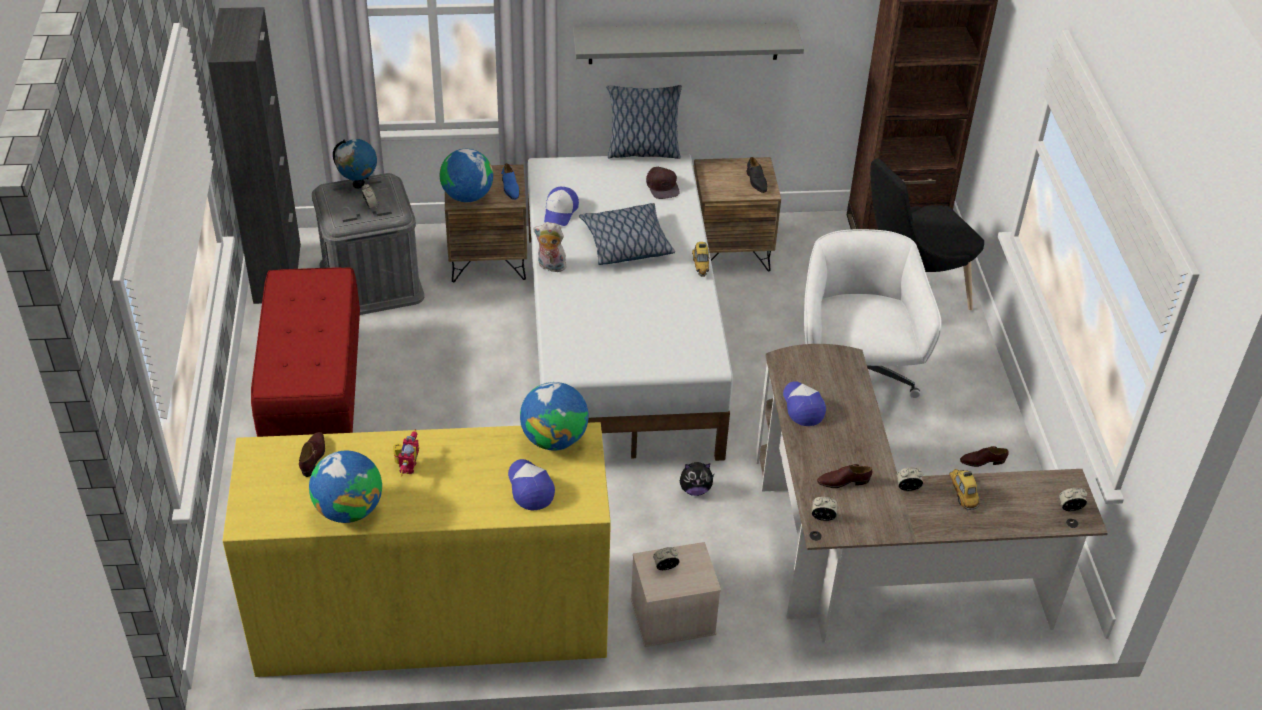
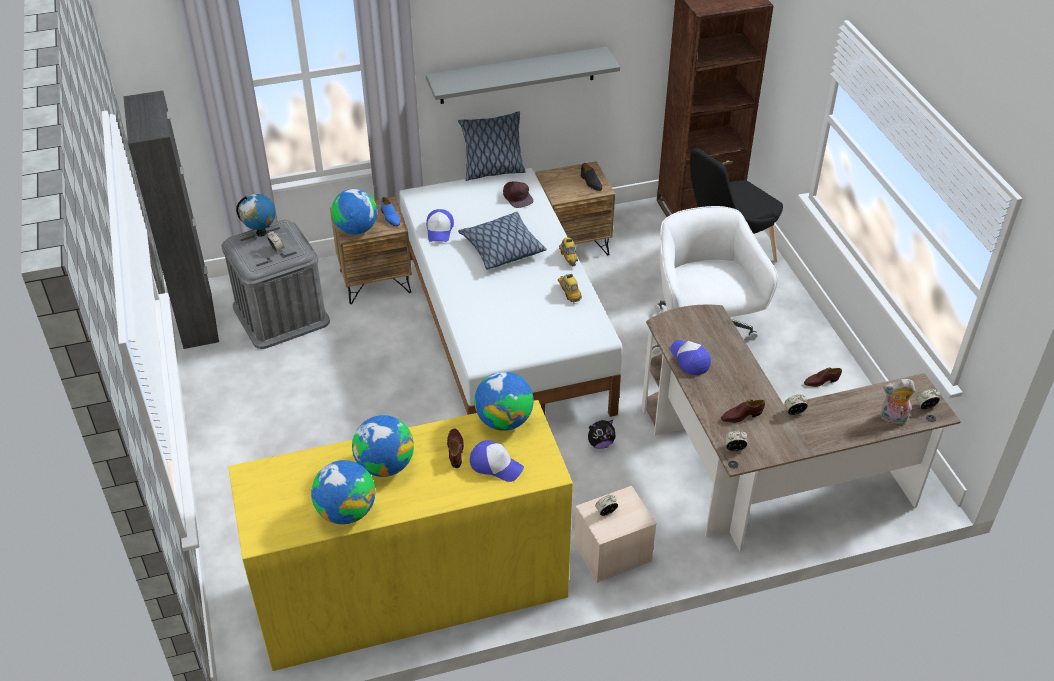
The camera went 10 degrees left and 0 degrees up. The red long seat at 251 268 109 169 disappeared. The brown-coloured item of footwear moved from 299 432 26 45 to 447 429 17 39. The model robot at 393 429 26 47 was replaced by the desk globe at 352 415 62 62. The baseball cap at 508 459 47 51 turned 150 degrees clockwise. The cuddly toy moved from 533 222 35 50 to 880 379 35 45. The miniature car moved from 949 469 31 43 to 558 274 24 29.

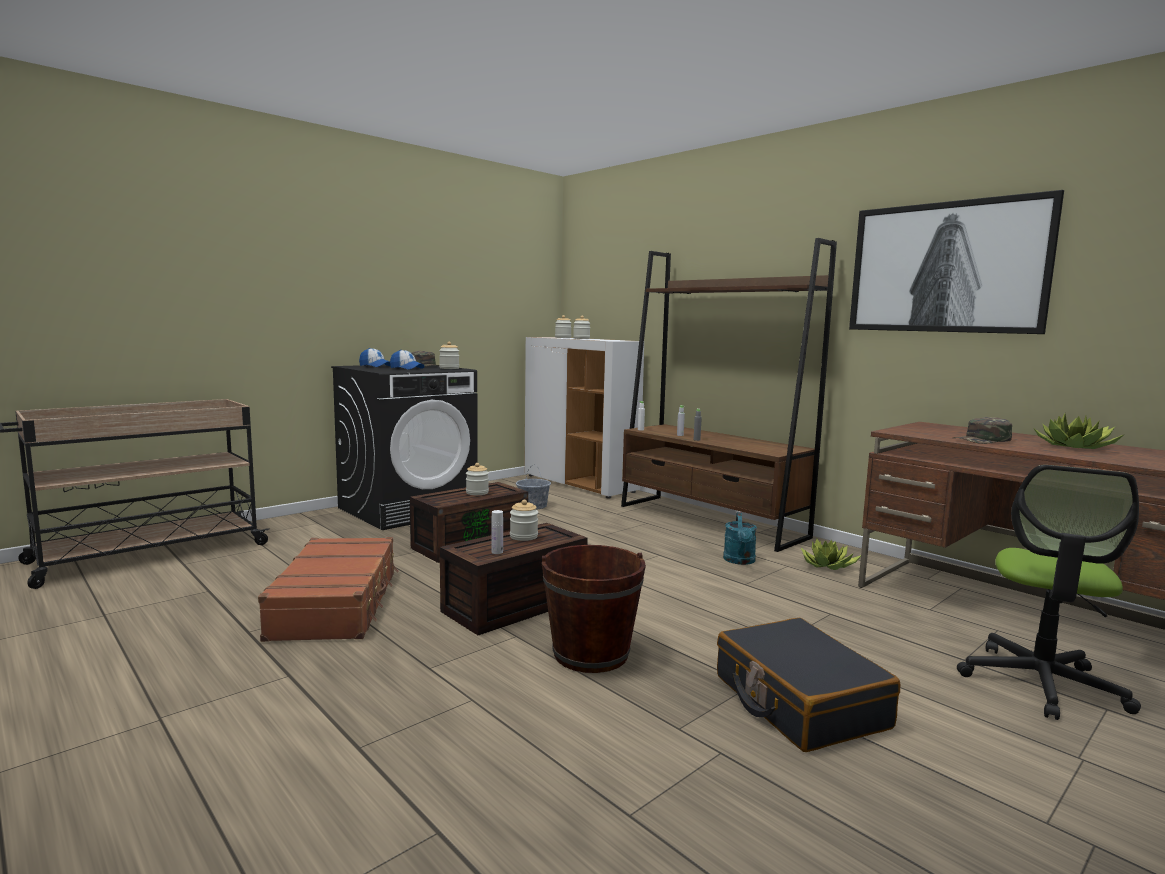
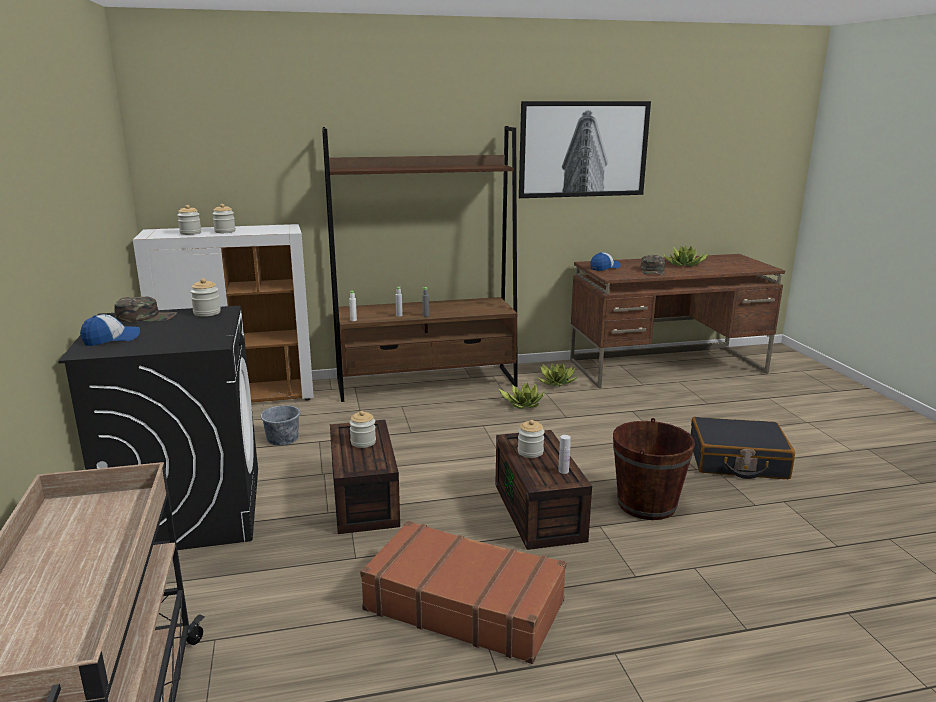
The camera went 60 degrees left and 10 degrees up. The baseball cap moved from 390 350 35 20 to 590 252 31 19. The turquoise watering can at 723 512 34 53 was replaced by the plant in a pot at 498 383 48 26. The computer chair at 957 465 184 255 disappeared.

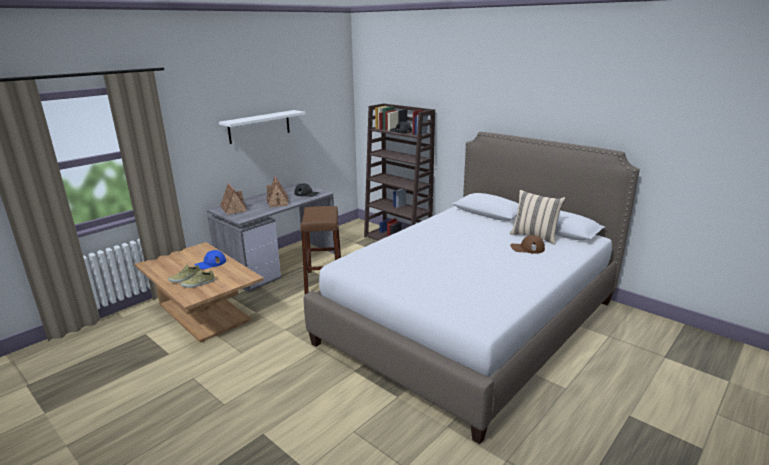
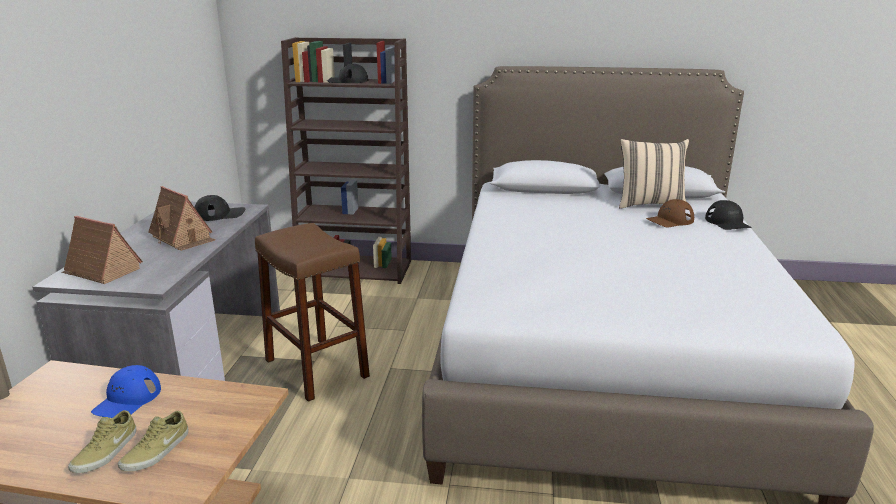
The camera went 35 degrees left and 0 degrees up. The white-coloured shelf at 219 110 86 34 disappeared. The black-coloured baseball cap at 705 200 47 30 appeared.

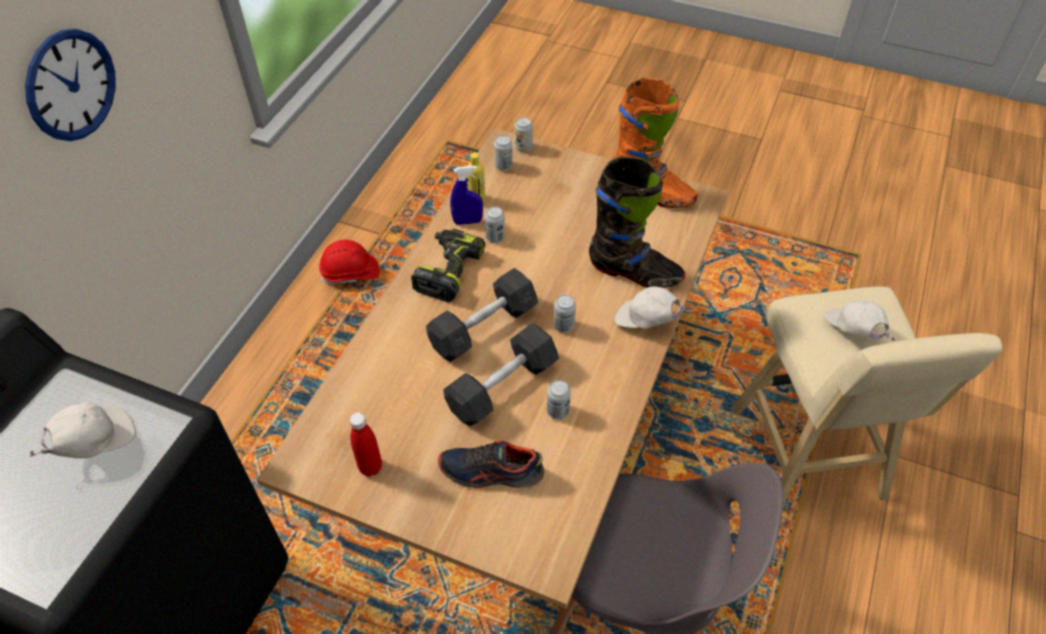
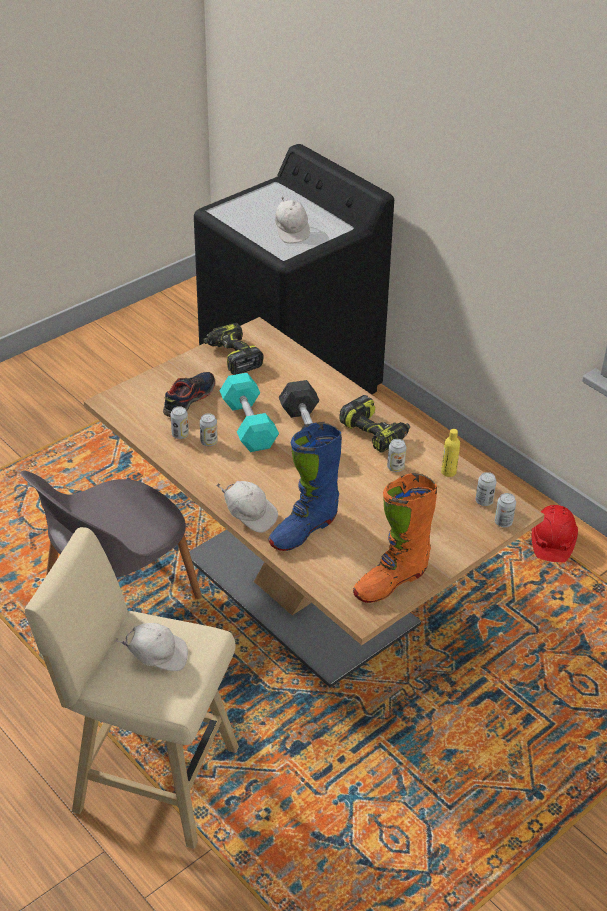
The camera went 115 degrees right and 10 degrees down. The wall clock at 25 29 91 112 disappeared. The red drink bottle at 349 412 33 64 was replaced by the power drill at 203 323 61 52. The grey dumbbell at 443 323 116 103 became the turquoise dumbbell at 220 373 59 79. The blue-coloured hand sprayer at 450 166 33 59 disappeared. The metal can moved from 554 295 22 38 to 171 406 18 33. The black-coloured tall boot at 589 157 96 131 became the blue-coloured tall boot at 268 422 74 129. The white-coloured baseball cap at 614 286 80 43 turned 75 degrees clockwise.

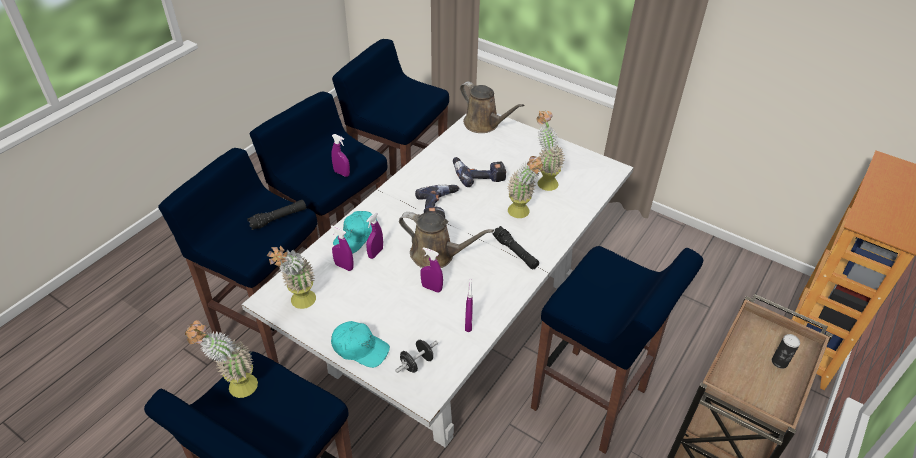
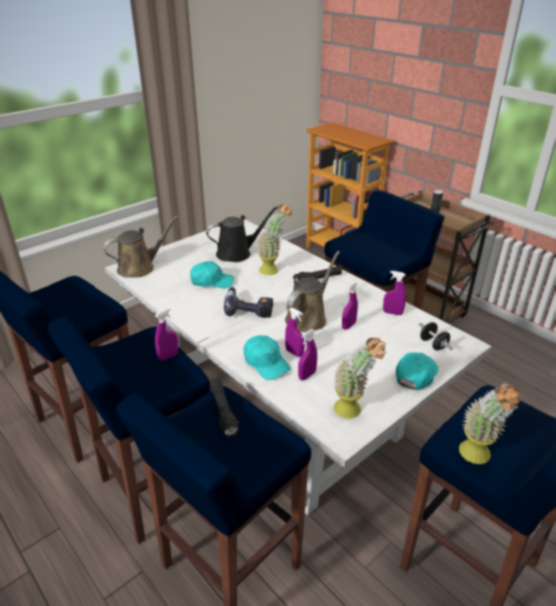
The camera went 75 degrees left and 10 degrees down. The power drill at 453 157 53 30 was replaced by the turquoise baseball cap at 190 261 44 27. The plant in a pot at 537 111 28 80 was replaced by the black-coloured watering can at 206 206 72 56.

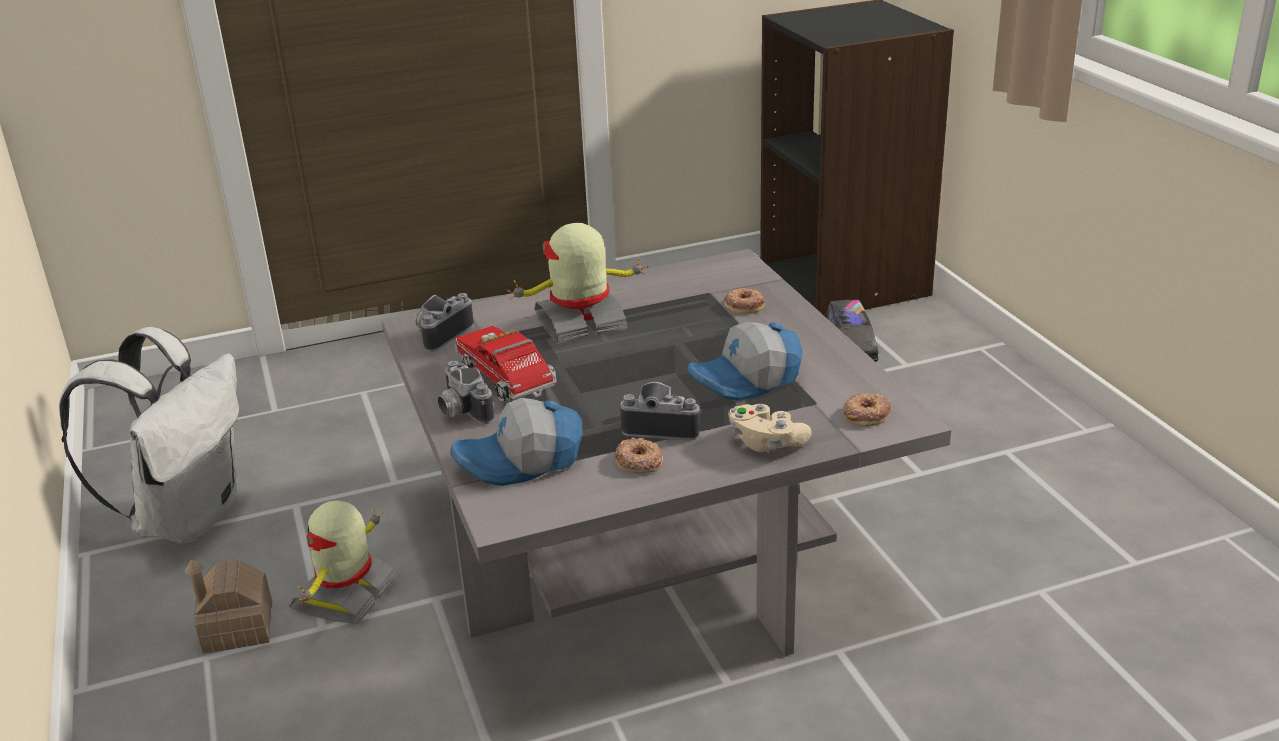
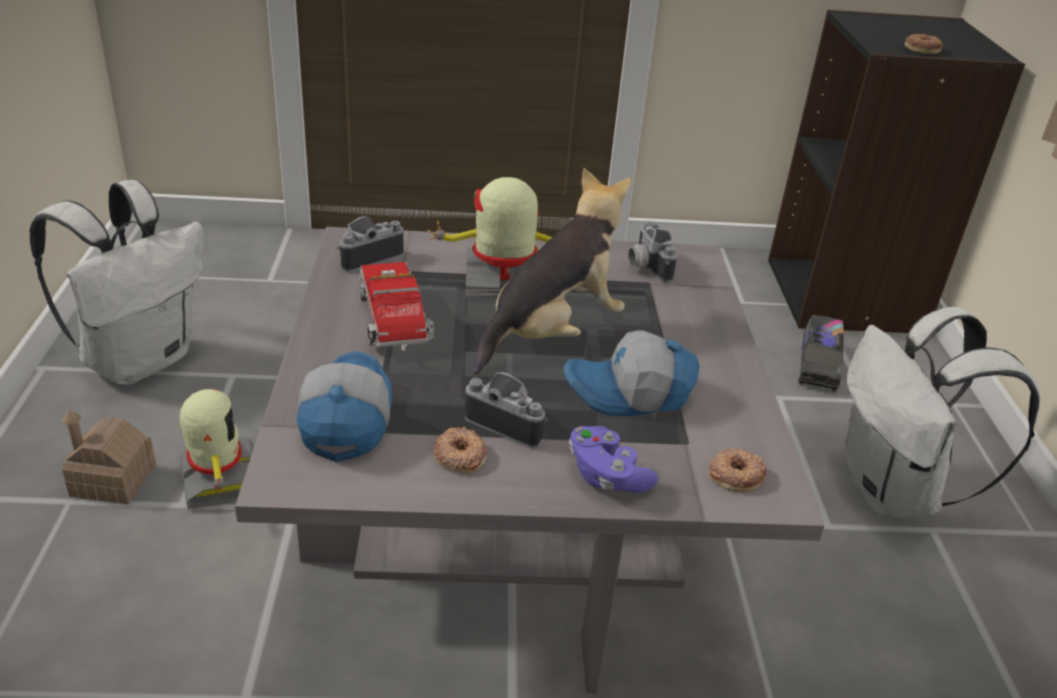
The camera went 15 degrees right and 5 degrees up. The model robot at 289 500 108 125 turned 120 degrees clockwise. The photo camera moved from 438 361 56 64 to 628 221 49 62. The baseball cap at 450 398 133 88 turned 90 degrees clockwise. The doughnut moved from 724 288 41 26 to 905 34 38 20. The sand-coloured game controller at 728 404 83 48 became the purple game controller at 569 426 89 67. The cuddly toy at 473 168 158 206 appeared. The white-coloured rucksack at 845 306 195 211 appeared.

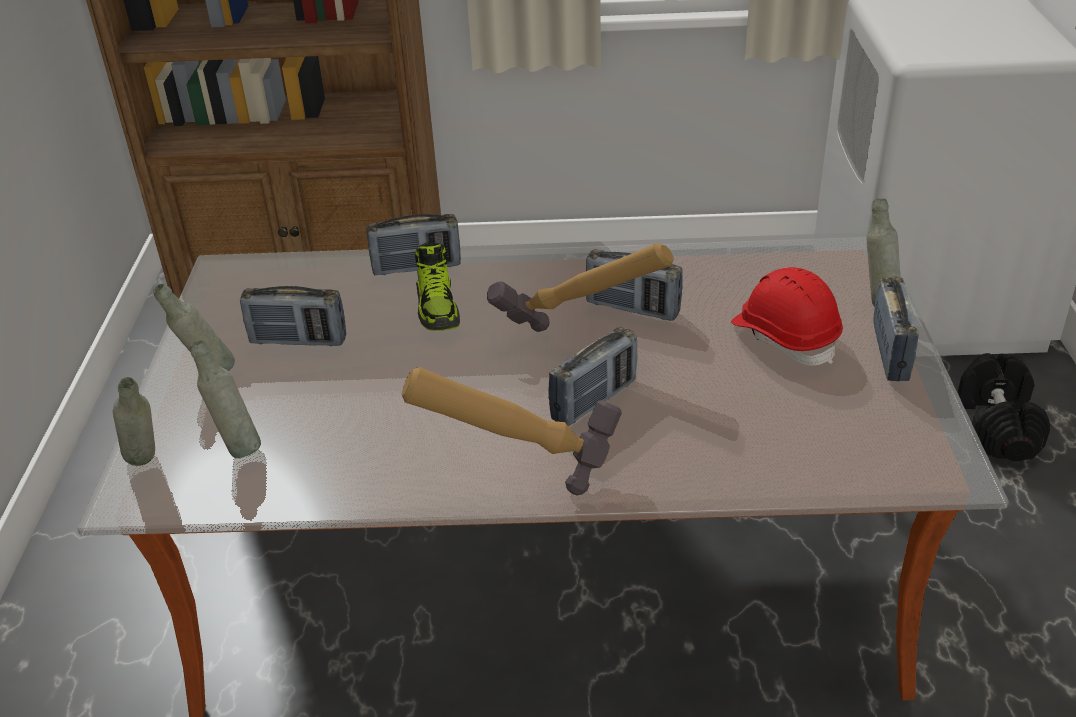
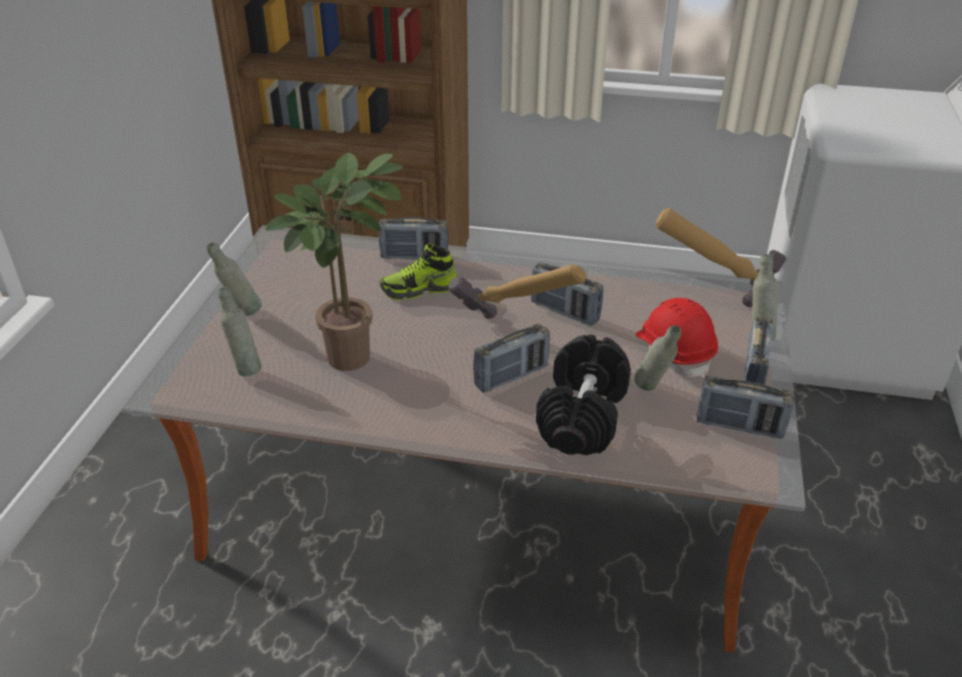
The camera went 10 degrees right and 0 degrees up. The grey drink bottle moved from 113 377 42 89 to 634 325 47 66. The radio set moved from 240 286 106 60 to 697 376 97 62. The hammer moved from 402 367 220 128 to 656 208 130 99. The item of footwear at 415 242 45 89 turned 75 degrees clockwise. The black-coloured dumbbell moved from 958 353 93 108 to 536 335 95 120. The plant in a pot at 266 153 137 218 appeared.

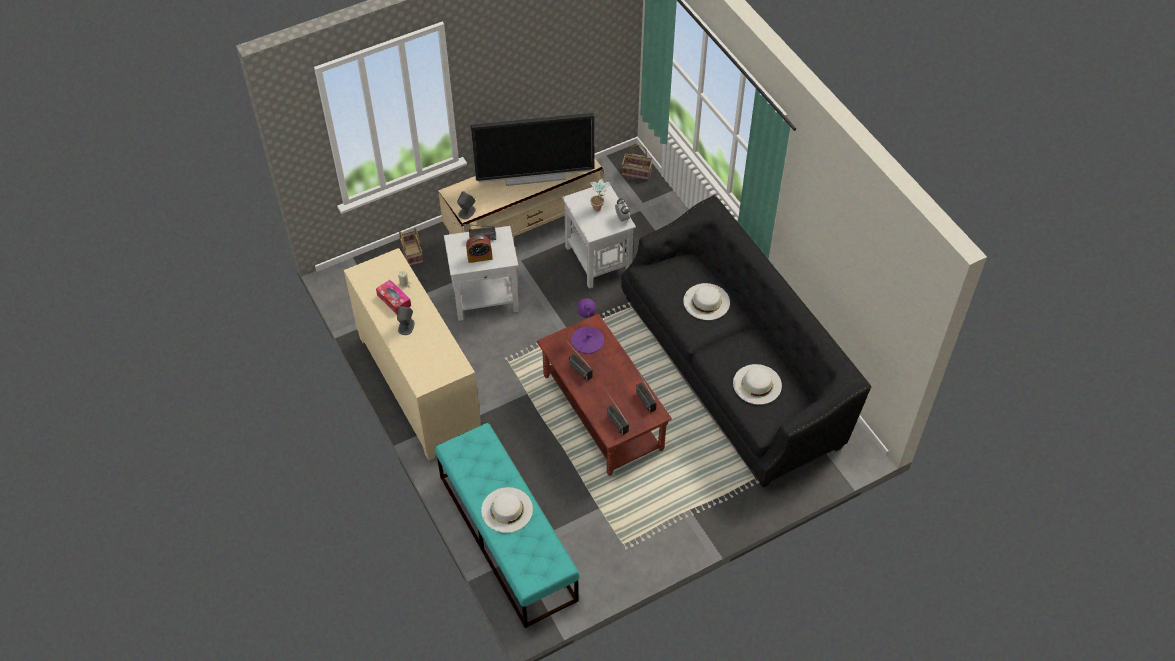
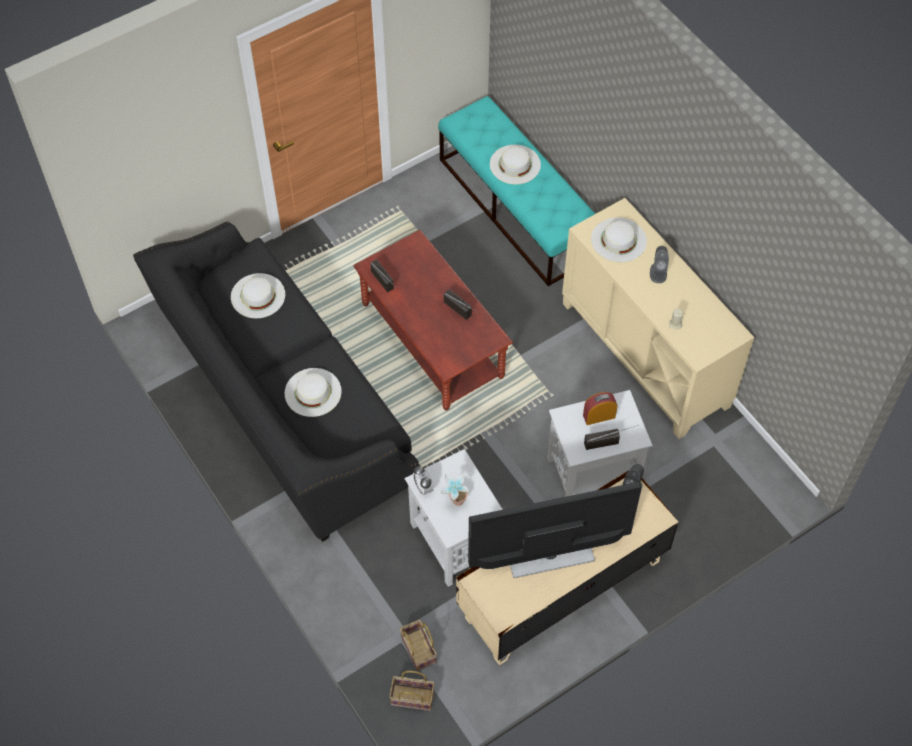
The camera went 175 degrees right and 5 degrees up. The tissue holder at 376 280 35 34 disappeared. The basket moved from 399 227 24 39 to 400 620 37 51. The purple lamp for a table at 571 298 33 56 disappeared. The radio set at 604 387 25 48 disappeared. The white-coloured clothing hat at 591 218 56 45 appeared.

